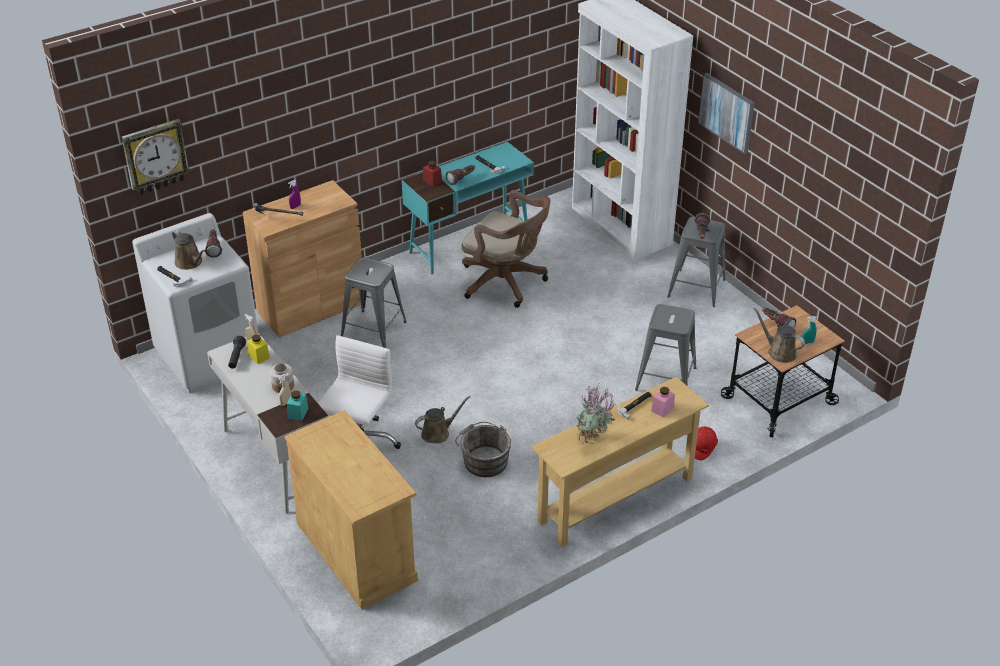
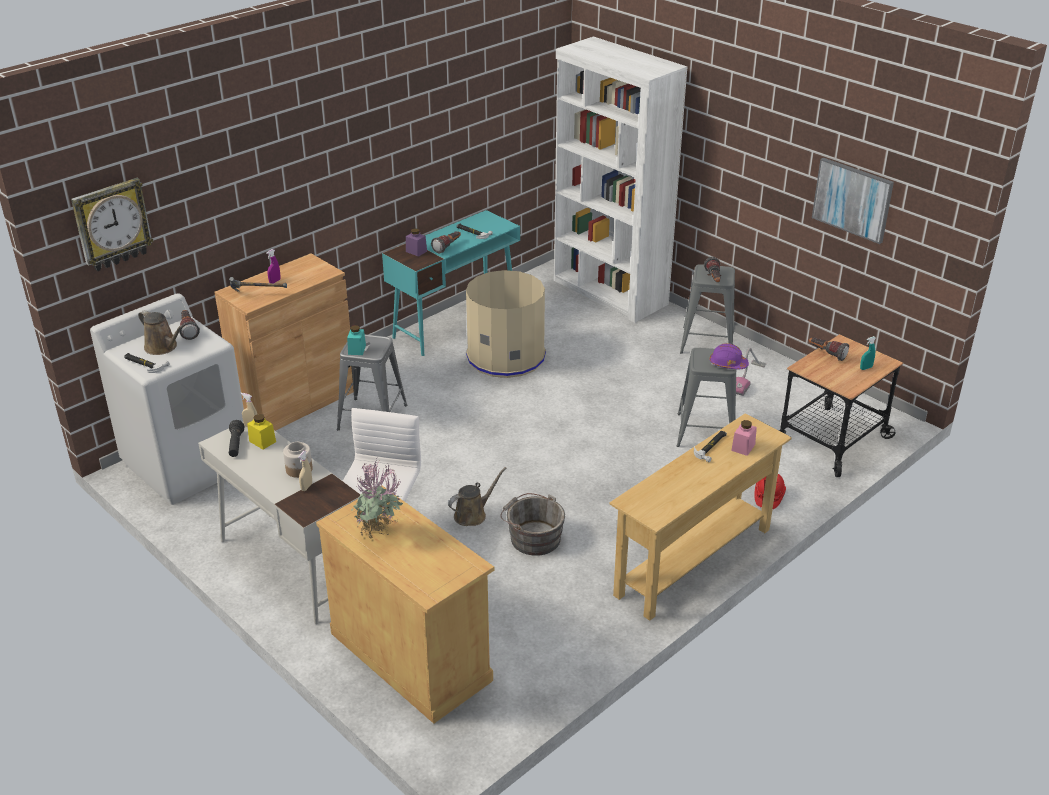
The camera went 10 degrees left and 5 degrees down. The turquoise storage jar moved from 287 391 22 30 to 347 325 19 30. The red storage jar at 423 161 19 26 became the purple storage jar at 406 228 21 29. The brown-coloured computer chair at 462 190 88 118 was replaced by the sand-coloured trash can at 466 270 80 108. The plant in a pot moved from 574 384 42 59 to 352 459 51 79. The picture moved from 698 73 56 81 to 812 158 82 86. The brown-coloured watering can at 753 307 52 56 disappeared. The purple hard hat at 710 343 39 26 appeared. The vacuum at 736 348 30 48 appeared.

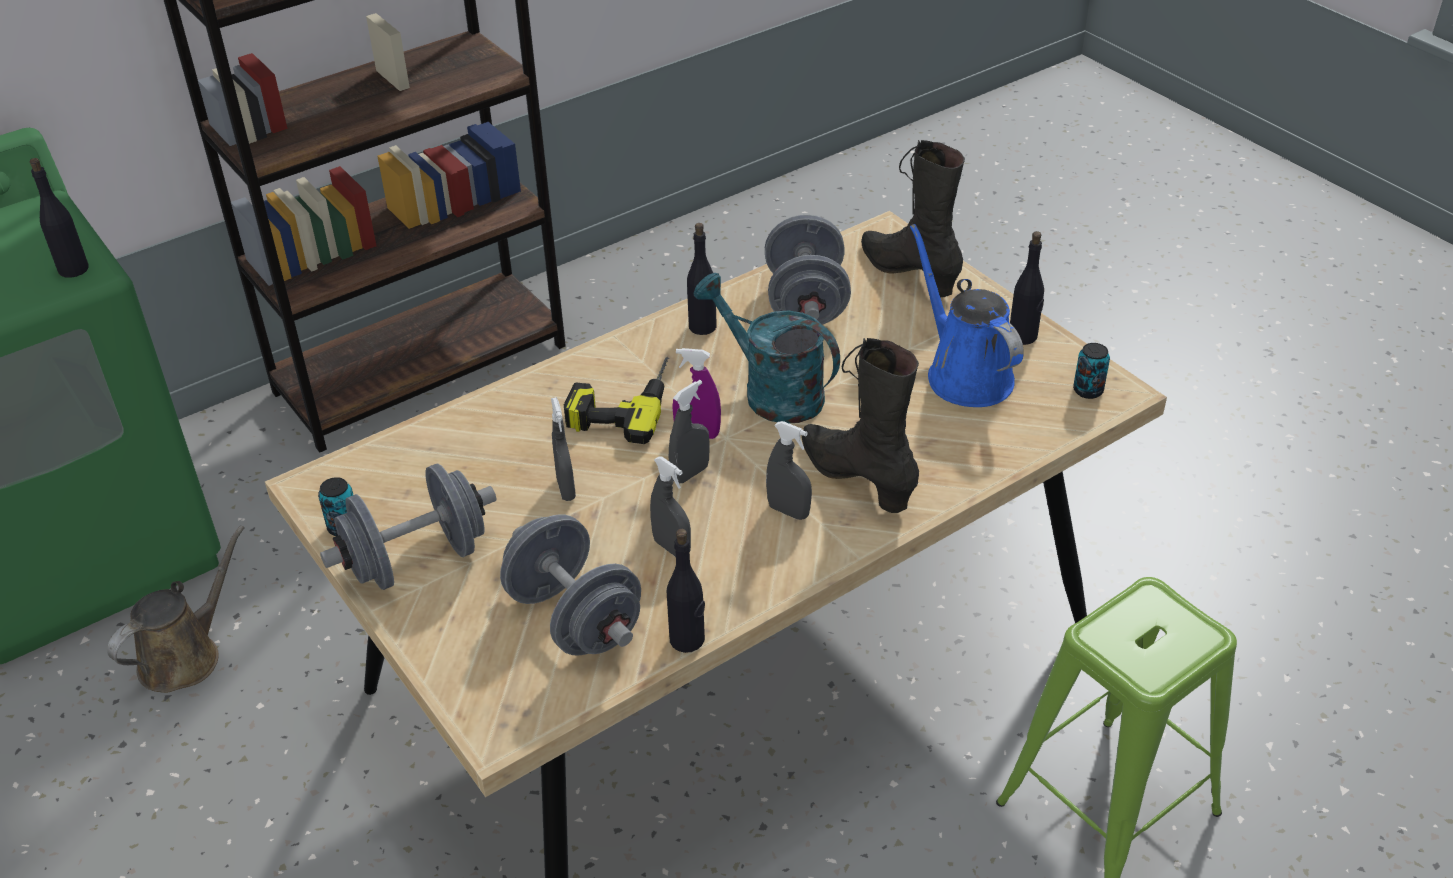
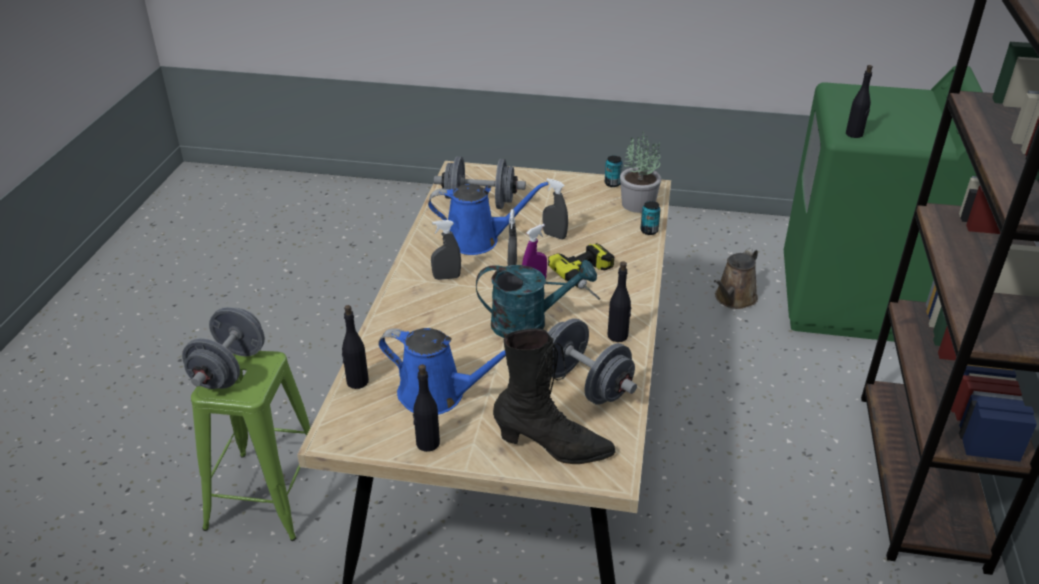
The camera went 135 degrees right and 5 degrees down. The brown-coloured watering can at 107 526 137 167 turned 45 degrees clockwise. The grey dumbbell moved from 320 464 176 126 to 182 307 83 82. The grey hand sprayer at 650 457 41 100 was replaced by the blue-coloured watering can at 428 182 121 73. The black-coloured drink bottle moved from 667 529 38 124 to 342 305 27 84. The black-coloured tall boot at 802 338 117 175 disappeared. The metal can moved from 1073 343 37 56 to 640 201 21 34. The plant in a pot at 620 132 41 81 appeared.

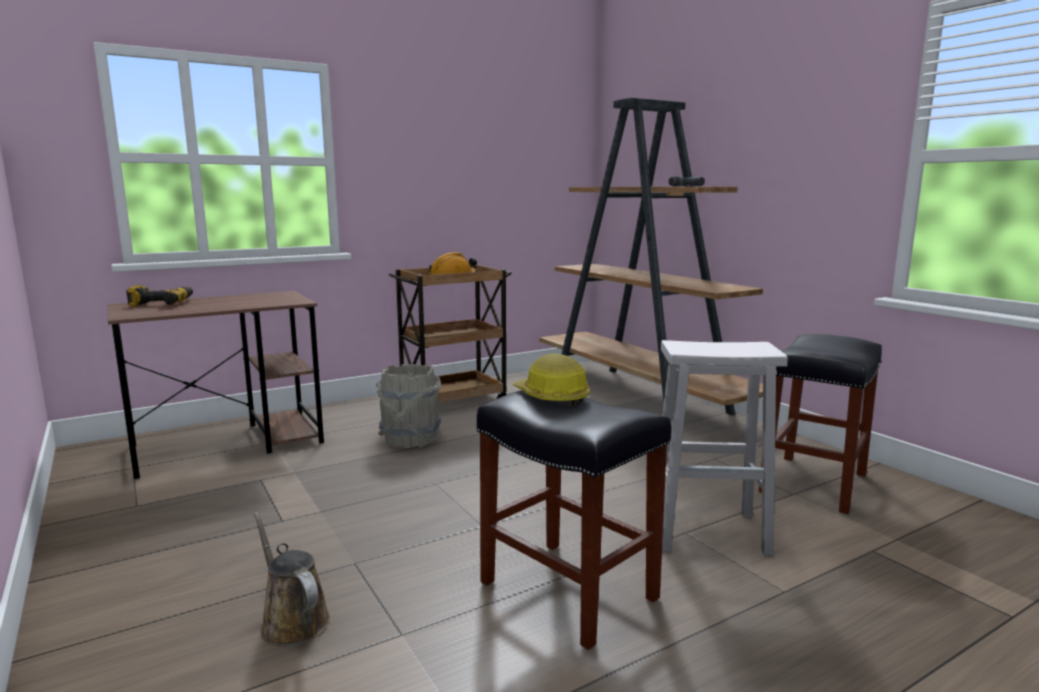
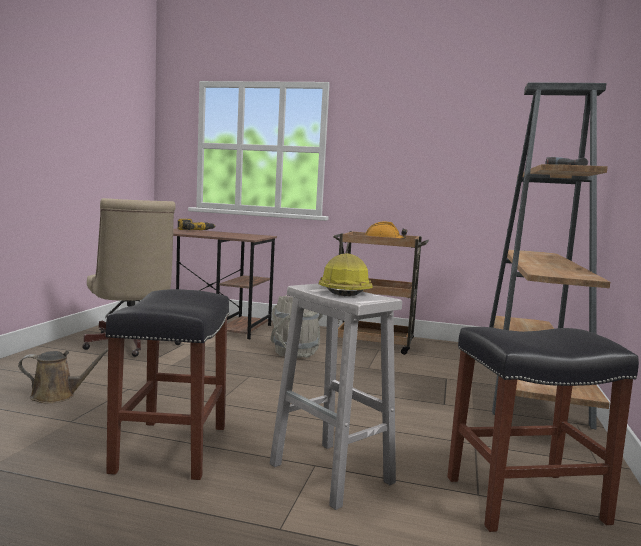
The camera went 45 degrees right and 5 degrees down. The brown-coloured watering can at 254 511 76 136 turned 75 degrees clockwise. The hard hat moved from 513 353 77 53 to 319 253 53 43. The sand-coloured computer chair at 82 198 100 159 appeared.

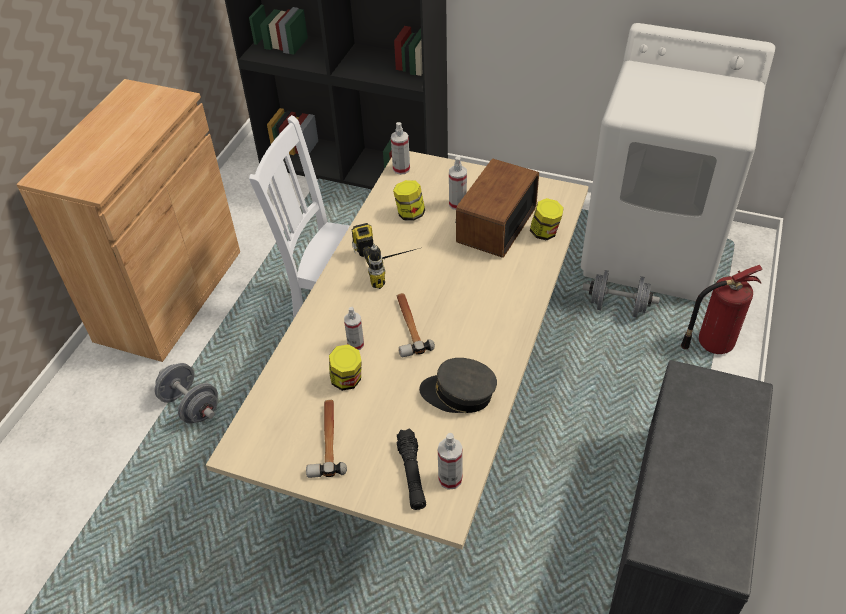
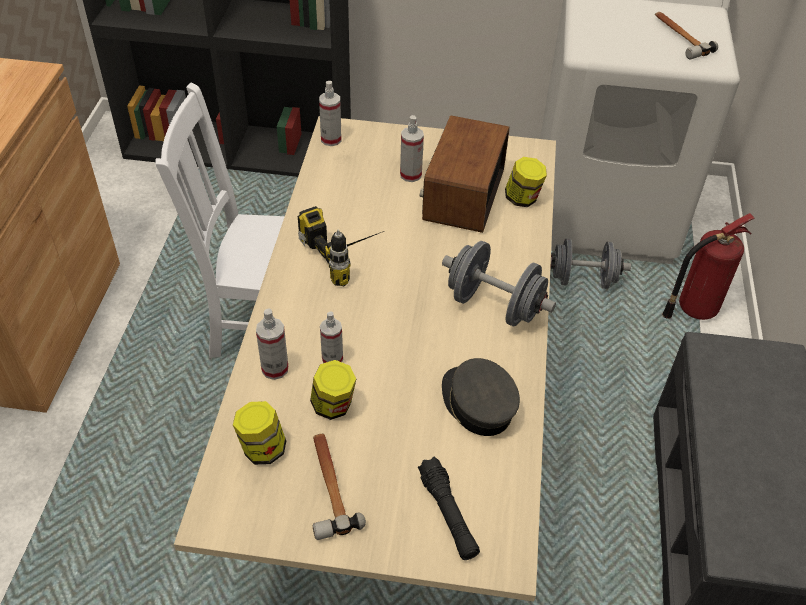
The camera went 15 degrees left and 0 degrees up. The grey dumbbell moved from 155 363 63 61 to 442 241 114 86. The storage jar moved from 393 180 32 41 to 233 401 53 64. The hammer moved from 397 293 38 65 to 655 12 63 48. The grey baseball cap at 419 358 78 55 turned 60 degrees clockwise. The hand sprayer moved from 438 433 25 57 to 256 308 32 72.

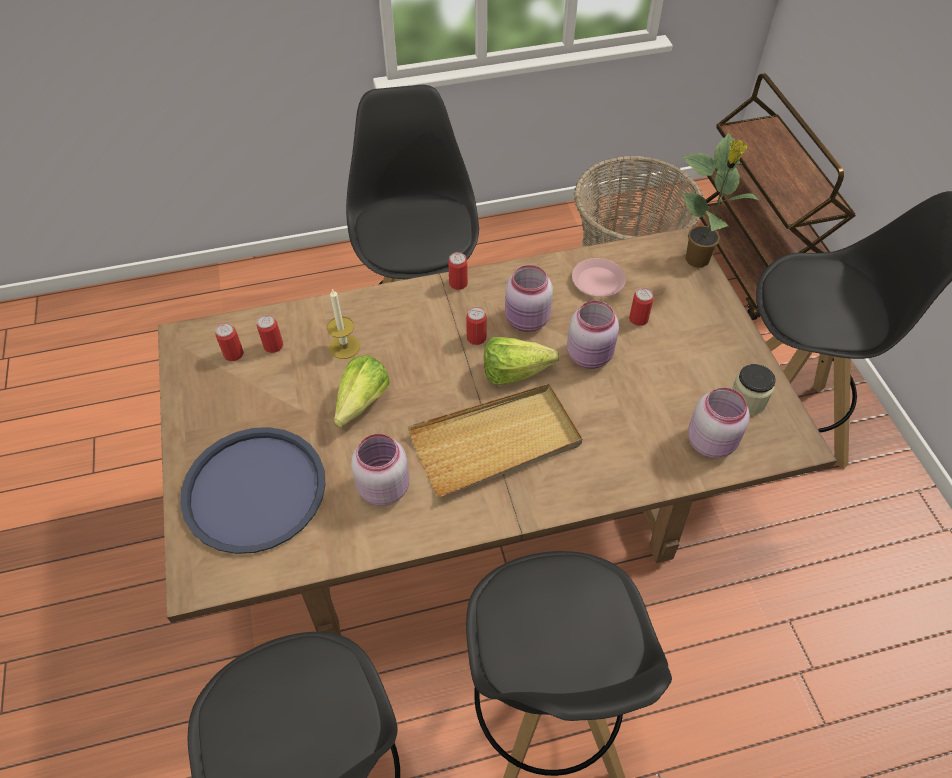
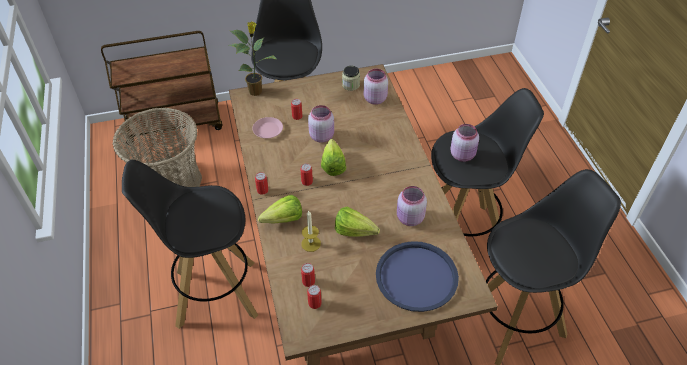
The camera went 90 degrees left and 5 degrees down. The sand-coloured tray at 407 383 176 115 disappeared. The pink-coloured storage jar moved from 505 265 48 67 to 451 124 28 38. The lettuce at 258 195 44 29 appeared.

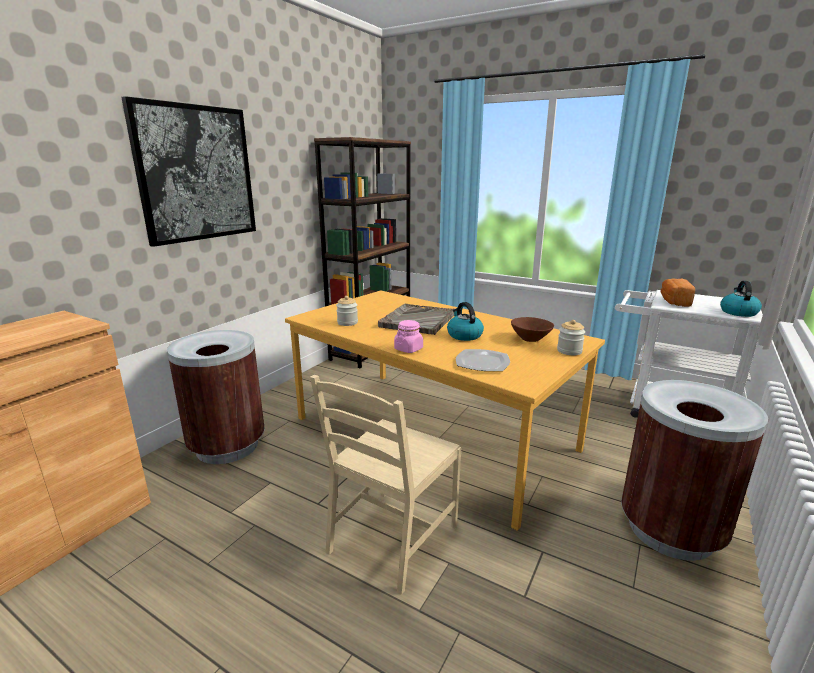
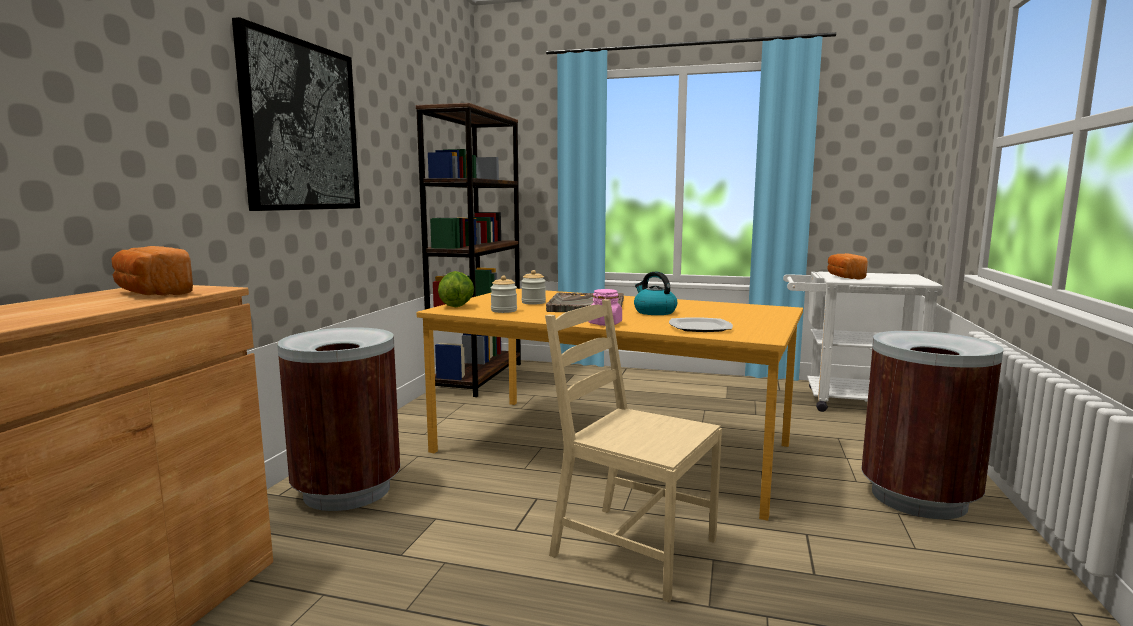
The camera went 15 degrees left and 10 degrees down. The sand-coloured upright chair at 310 375 151 220 turned 105 degrees clockwise. The brown-coloured bowl at 511 317 43 25 disappeared. The storage jar moved from 557 320 28 35 to 521 270 25 35. The tea kettle at 720 281 42 36 disappeared. The baked bread at 111 246 82 50 appeared. The lettuce at 438 271 36 36 appeared.

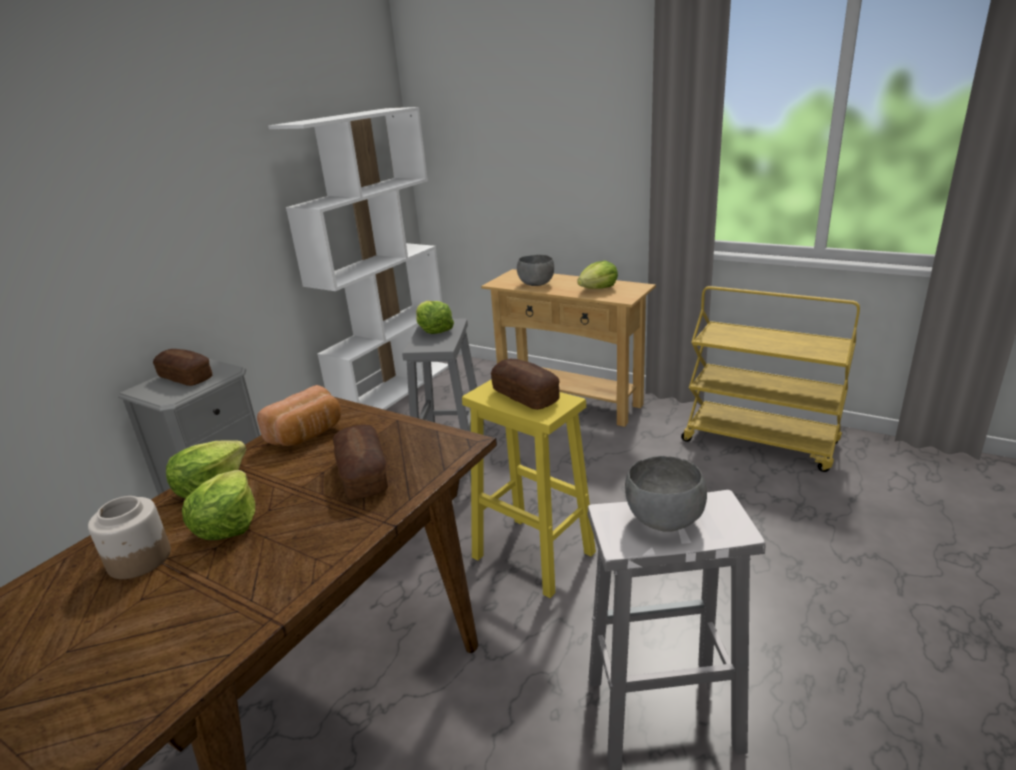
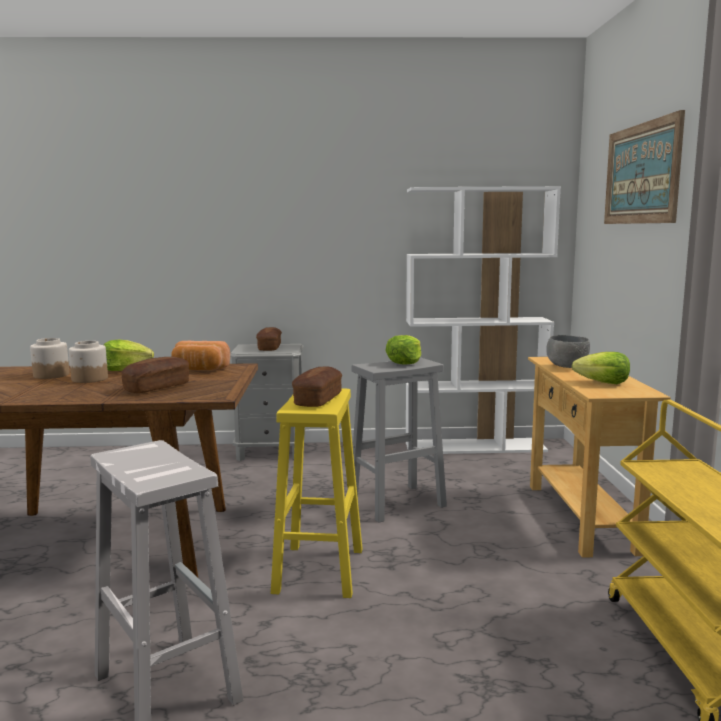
The camera went 55 degrees right and 15 degrees down. The lettuce at 182 470 73 70 was replaced by the storage jar at 69 341 39 42. The grey bowl at 625 456 82 76 disappeared. The picture at 604 110 81 114 appeared.

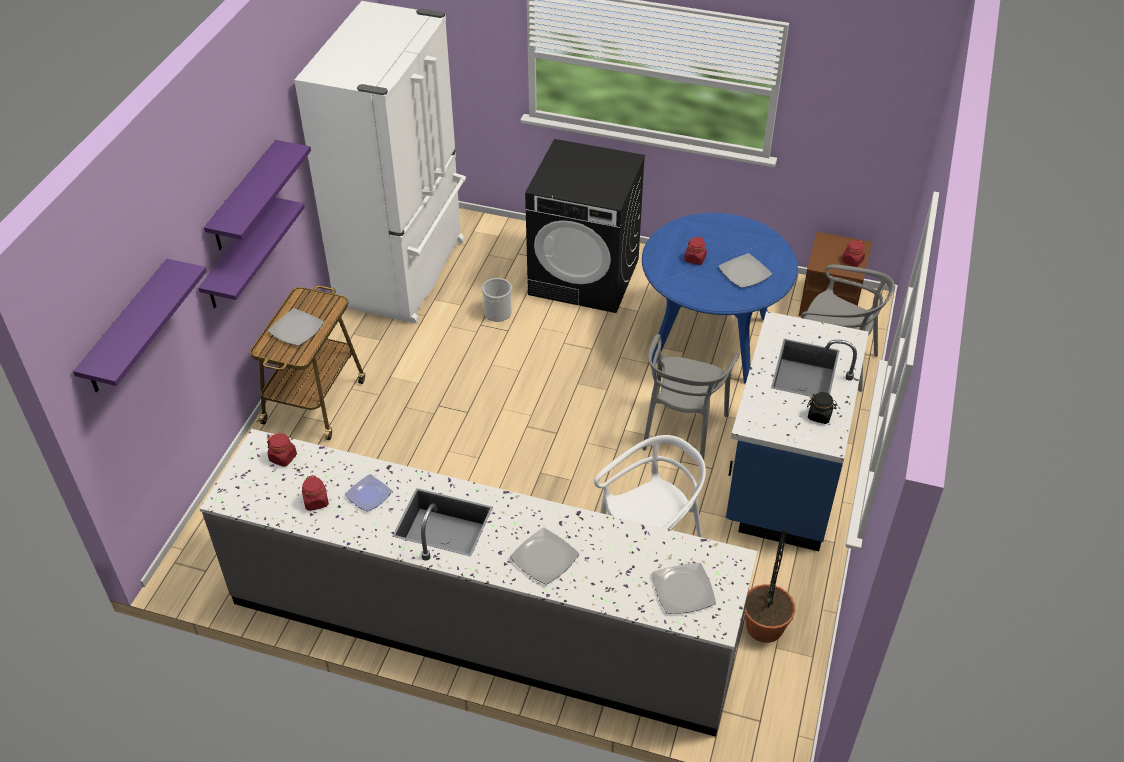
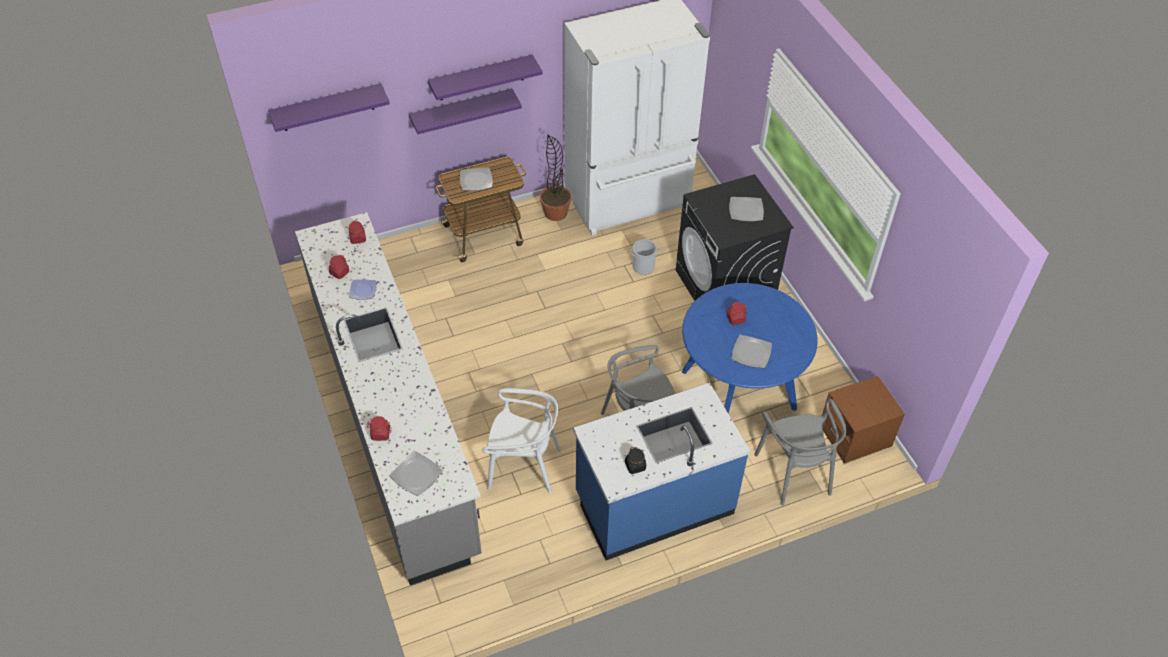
The camera went 50 degrees right and 5 degrees up. The dinner plate moved from 510 528 69 56 to 729 197 35 24. The plant in a pot moved from 744 530 51 113 to 540 134 32 87. The red storage jar moved from 842 240 23 27 to 367 416 24 25.

